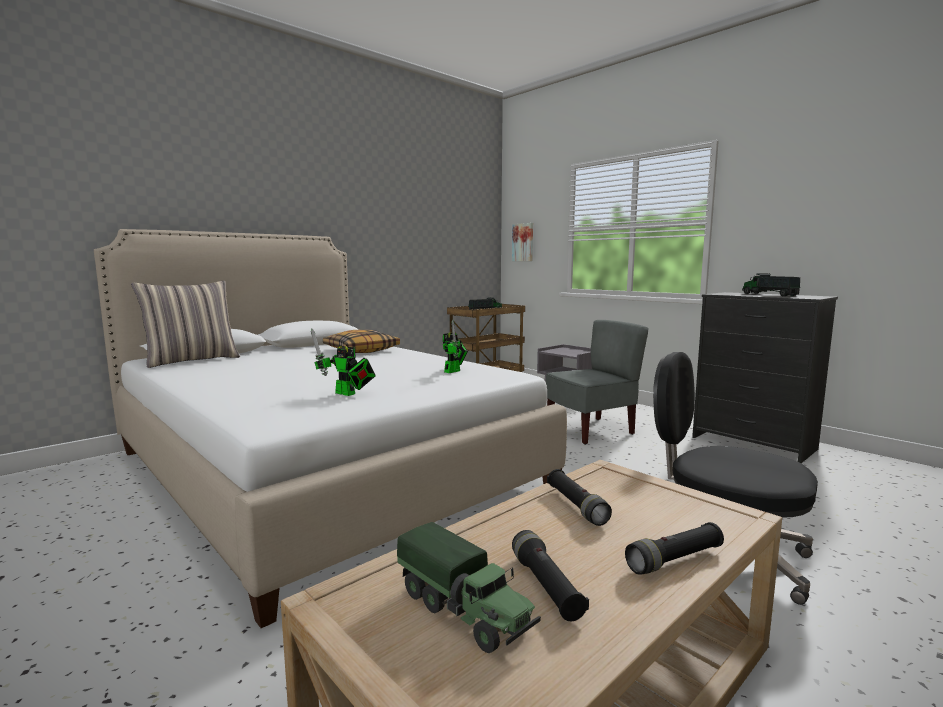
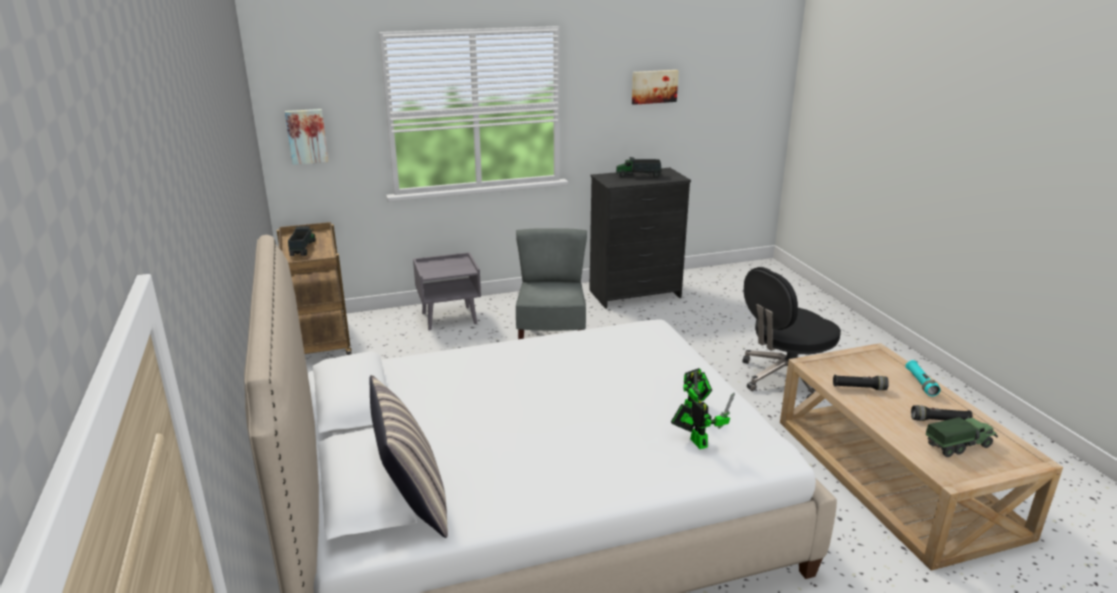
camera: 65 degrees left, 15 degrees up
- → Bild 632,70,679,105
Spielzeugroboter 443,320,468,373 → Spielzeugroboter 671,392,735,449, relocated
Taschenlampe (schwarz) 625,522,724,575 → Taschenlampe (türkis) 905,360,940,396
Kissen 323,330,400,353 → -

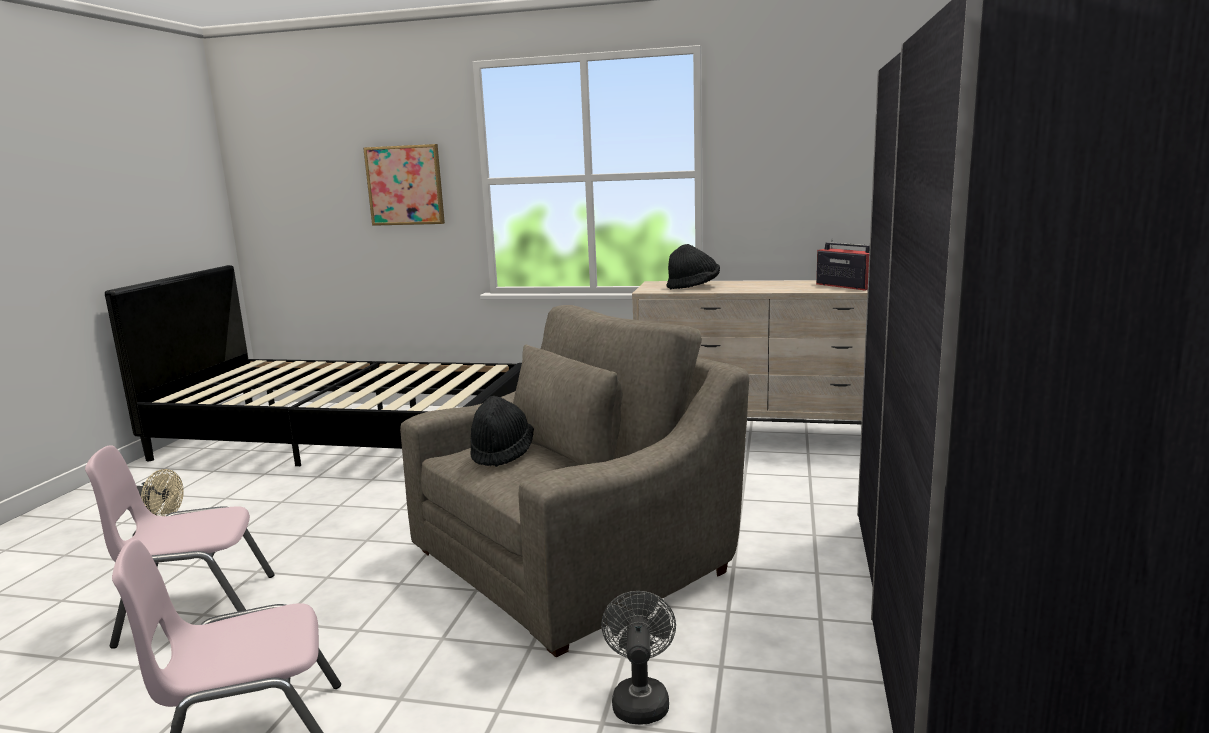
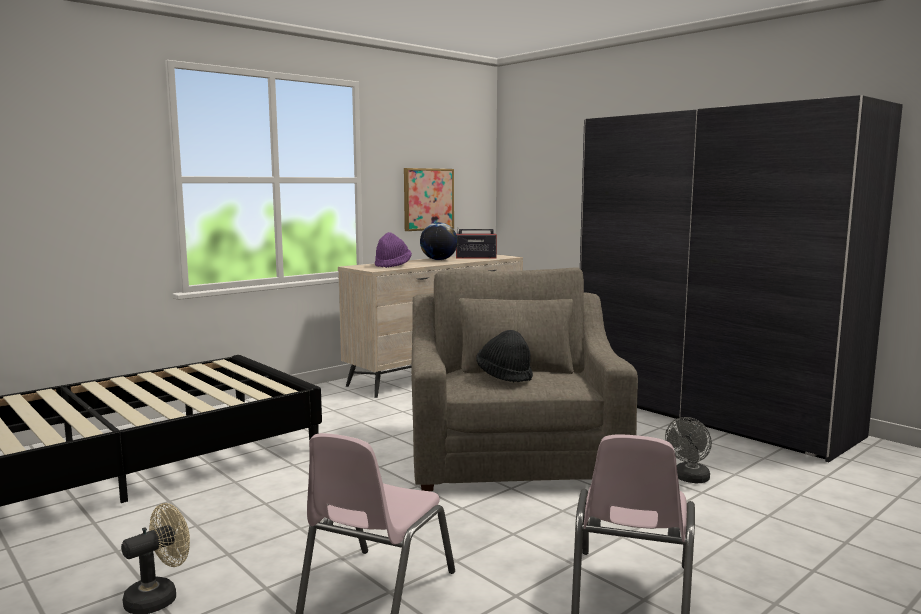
camera: 55 degrees left, 5 degrees down
Hut (schwarz) 667,244,720,289 → Hut (lila) 375,232,412,268
Bild 363,144,445,226 → Bild 404,168,454,231, relocated
- → Globus 420,222,458,260
Ventilator (grau) 601,591,676,725 → Ventilator (grau) 665,417,712,483, 90 degrees counterclockwise

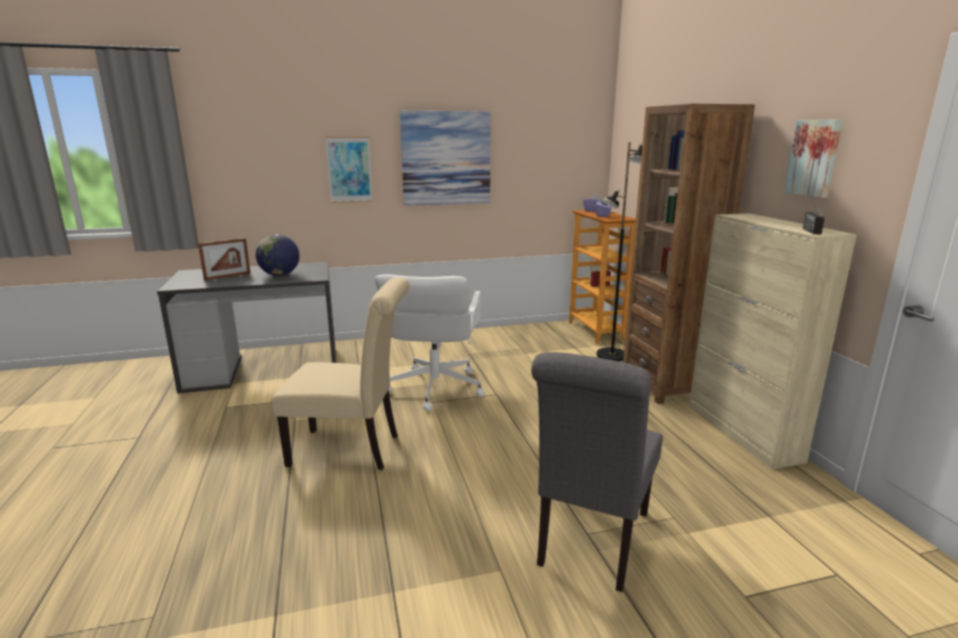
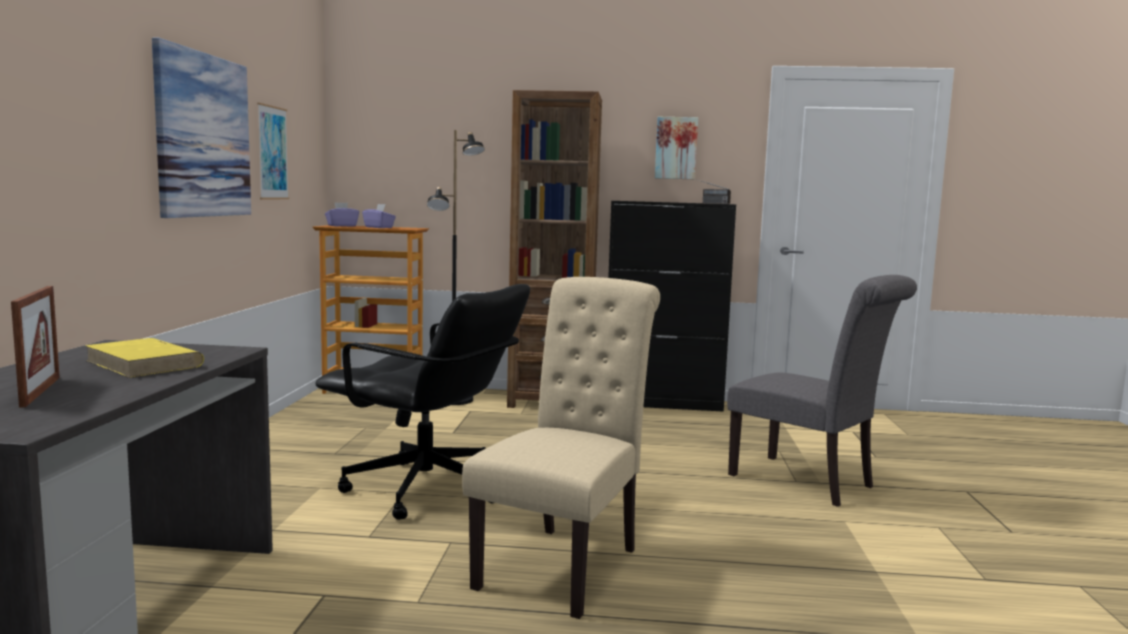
camera: 70 degrees left, 10 degrees down
Globus 256,234,299,276 → Buch (gelb) 85,338,204,378
Bild 325,137,373,203 → Bild 257,103,289,199, relocated
Bürostuhl (weiß) 375,274,485,411 → Bürostuhl (schwarz) 315,284,530,520
Schrank (beige) 689,213,857,469 → Schrank (schwarz) 608,201,736,412

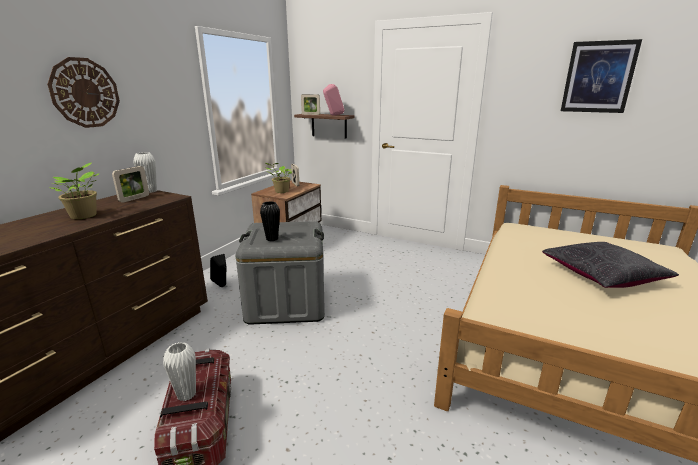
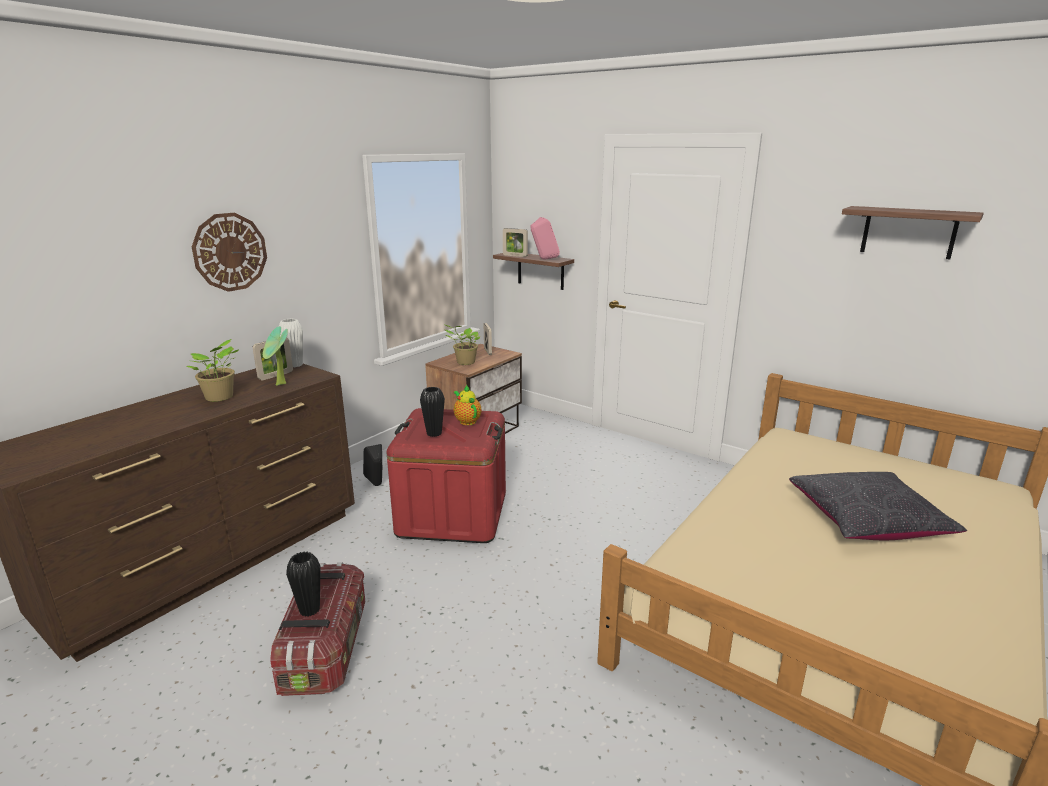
camera: 10 degrees right, 0 degrees up
- → Topfpflanze 263,326,288,386
Vase (weiß) 163,342,196,401 → Vase (schwarz) 286,552,321,617
Aufbewahrungsbox (grau) 235,221,325,325 → Aufbewahrungsbox (rot) 387,408,506,543
- → Teekanne 454,384,481,425
Bild 561,39,642,113 → Wandregal 842,206,984,260

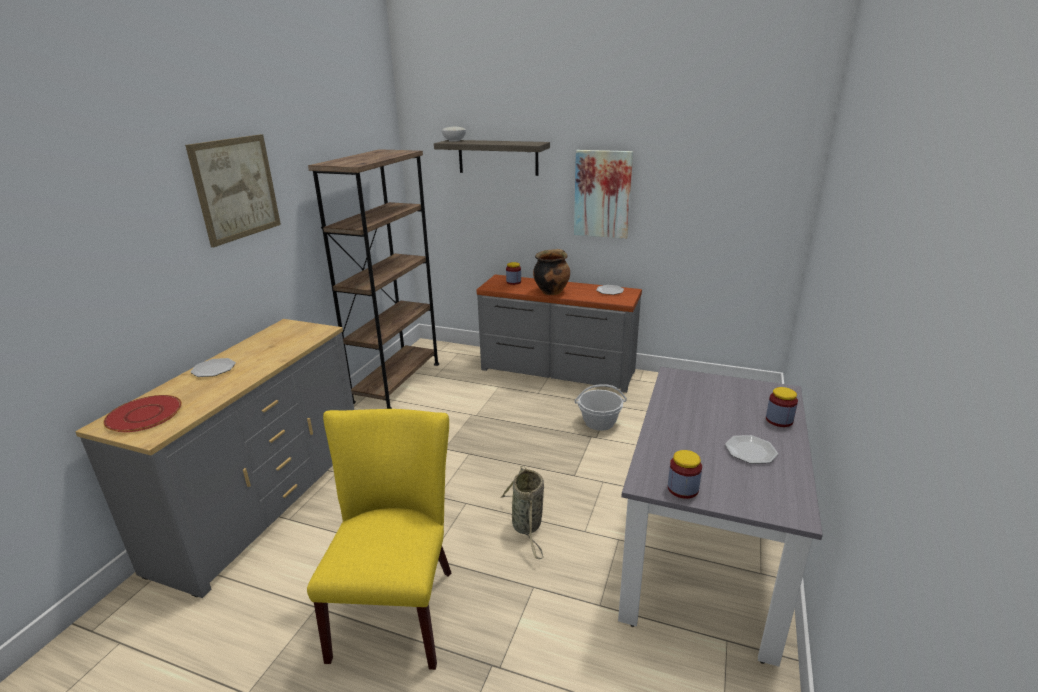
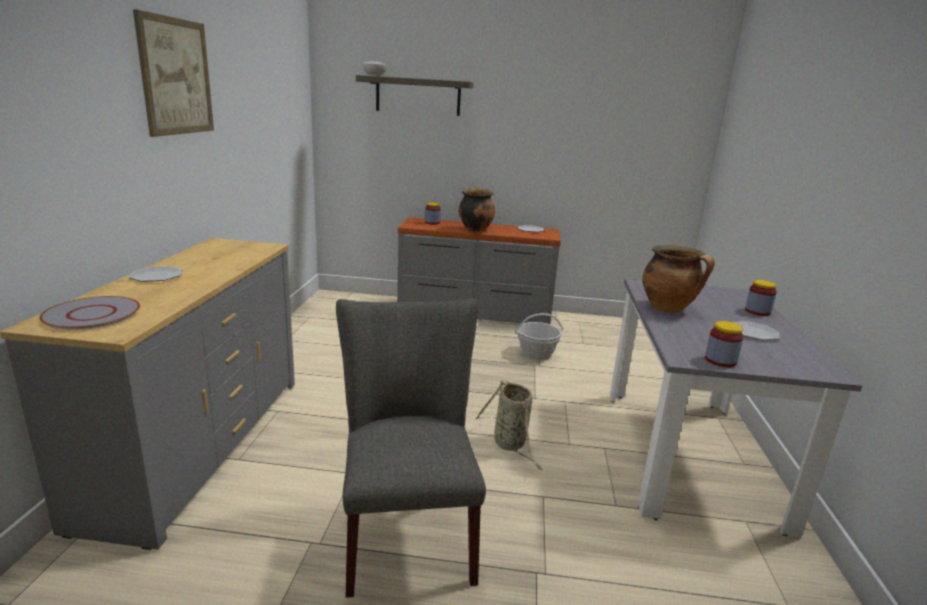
camera: 15 degrees left, 5 degrees down
Teller (rot) 103,395,182,432 → Teller (grau) 39,296,140,330
Stuhl (gelb) 307,409,452,670 → Stuhl (grau) 336,299,486,598
- → Kochtopf 643,245,715,313
Bücherregal (braun) 308,149,439,409 → -
Bild 574,150,633,239 → -

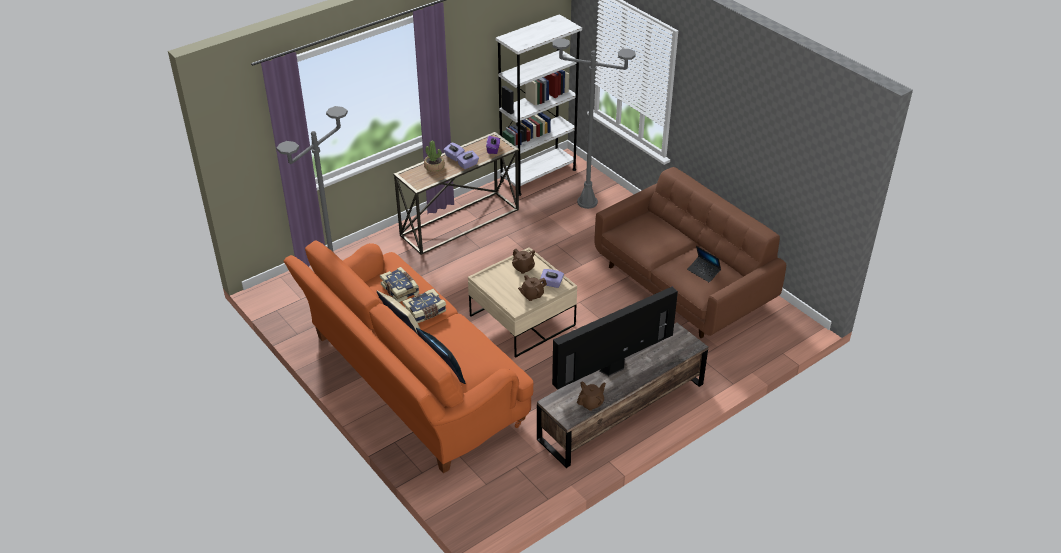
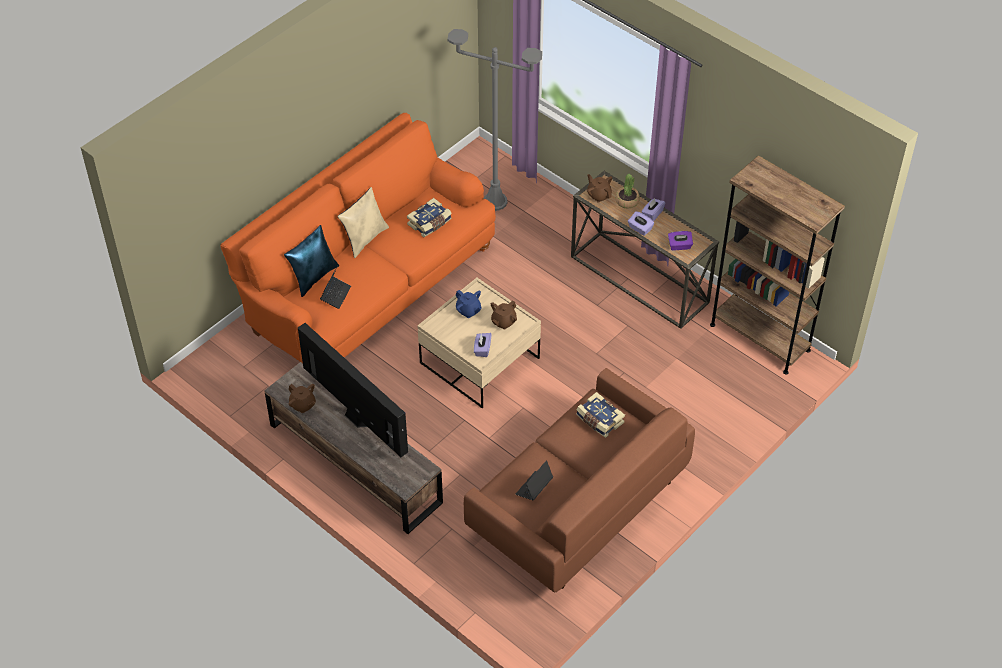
camera: 80 degrees right, 10 degrees up
- → Laptop 320,265,351,309
- → Teekanne (blau) 456,290,482,318
Buch 402,289,447,323 → Buch 576,392,625,438, relocated
Teekanne (braun) 518,275,547,301 → Teekanne (braun) 587,174,612,203, relocated
Bücherregal (weiß) 495,14,582,196 → Bücherregal (braun) 710,155,845,374
Stehlampe (grau) 553,38,636,209 → -

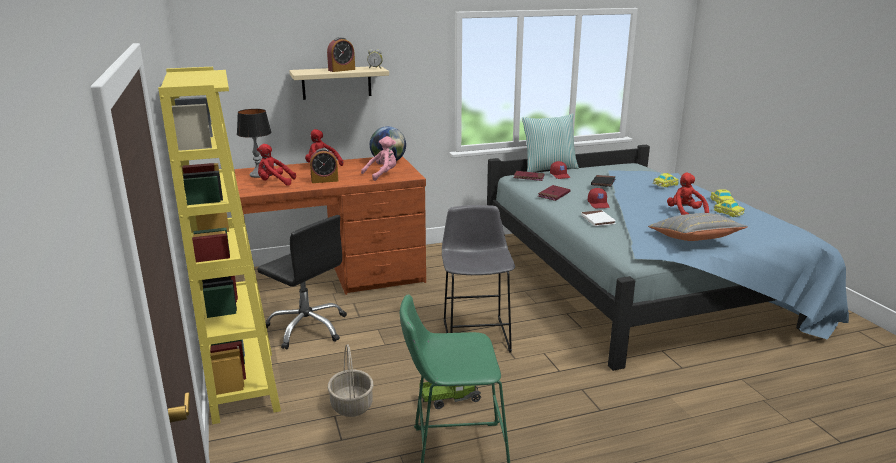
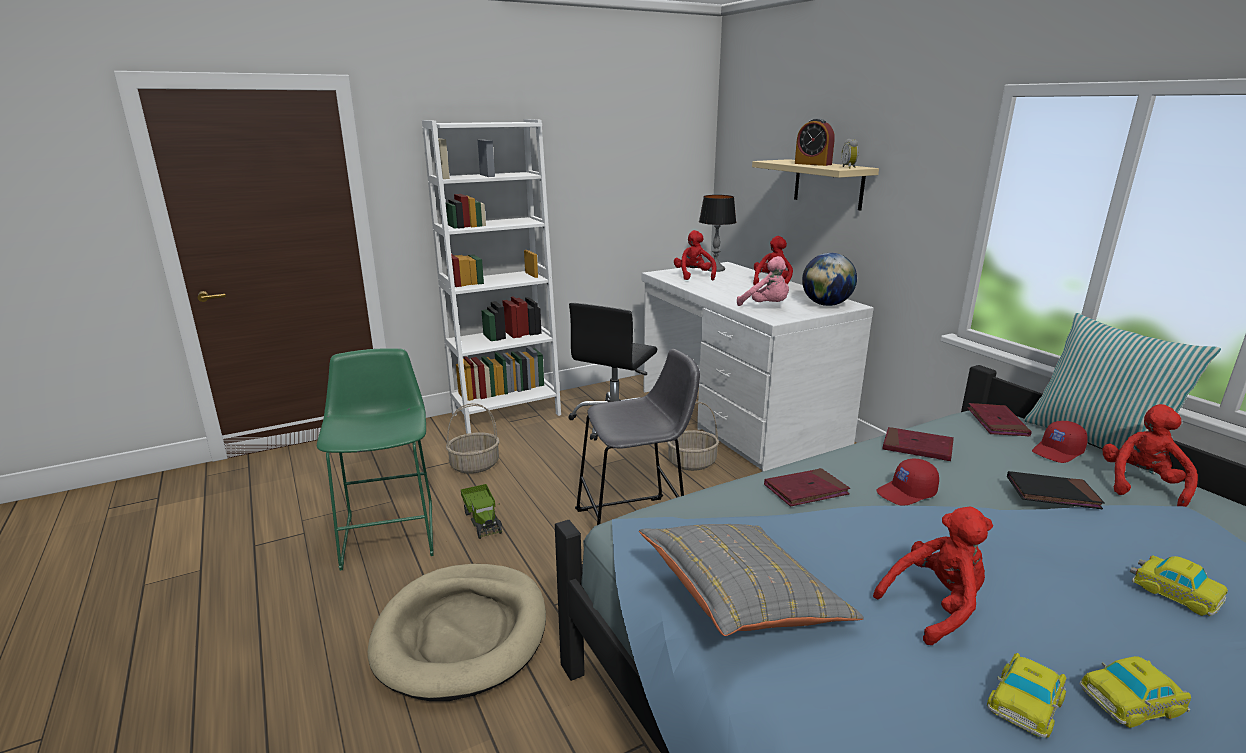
camera: 80 degrees right, 0 degrees up
- → Hundebett (beige) 368,564,546,701
Bücherregal (gelb) 158,67,281,424 → Bücherregal (weiß) 422,119,561,434
Schreibtisch (braun) 235,156,426,295 → Schreibtisch (weiß) 641,262,874,472
- → Korb 667,401,719,471
Buch (weiß) 581,210,616,226 → Buch (rot) 764,468,850,506
- → Plüschtier (rot) 1102,404,1198,507
Wecker 310,148,338,183 → -

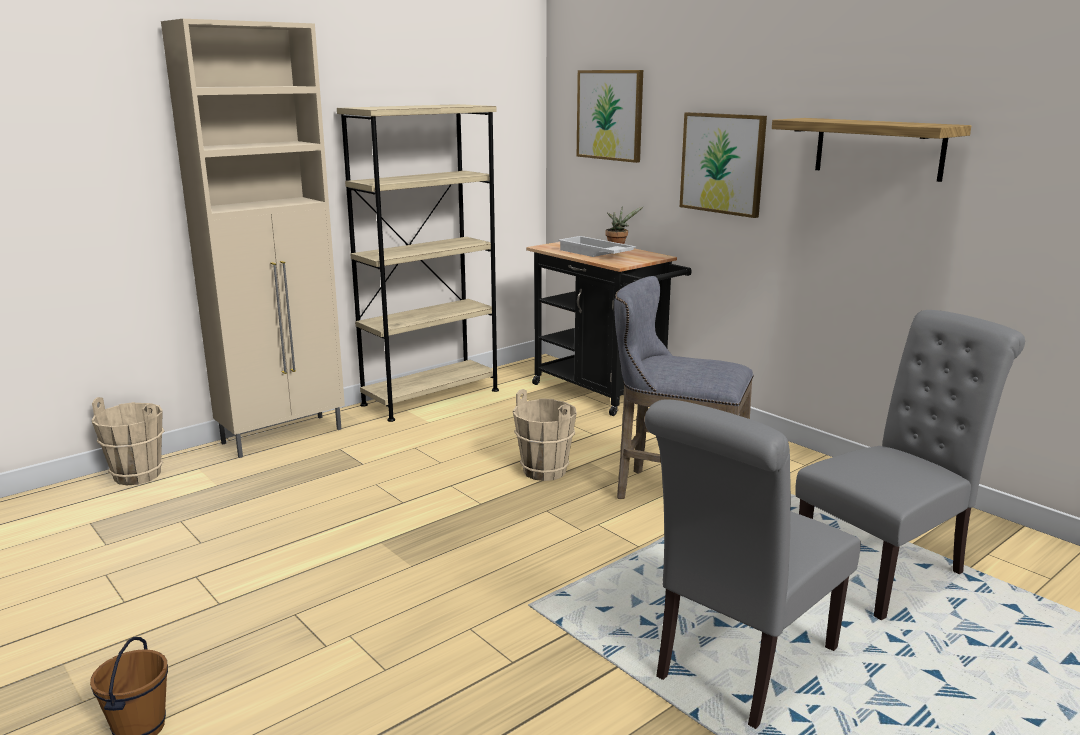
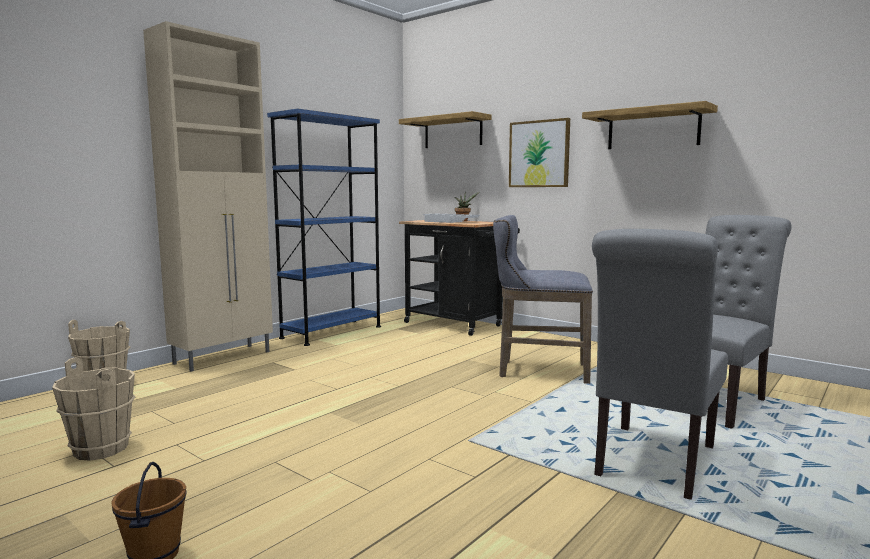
camera: 10 degrees left, 10 degrees down
Eimer (beige) 513,389,577,481 → Eimer (beige) 52,357,135,461, relocated
Bücherregal (beige) 337,104,499,422 → Bücherregal (blau) 267,109,381,346
Bild 577,70,643,163 → Wandregal 399,111,491,148

